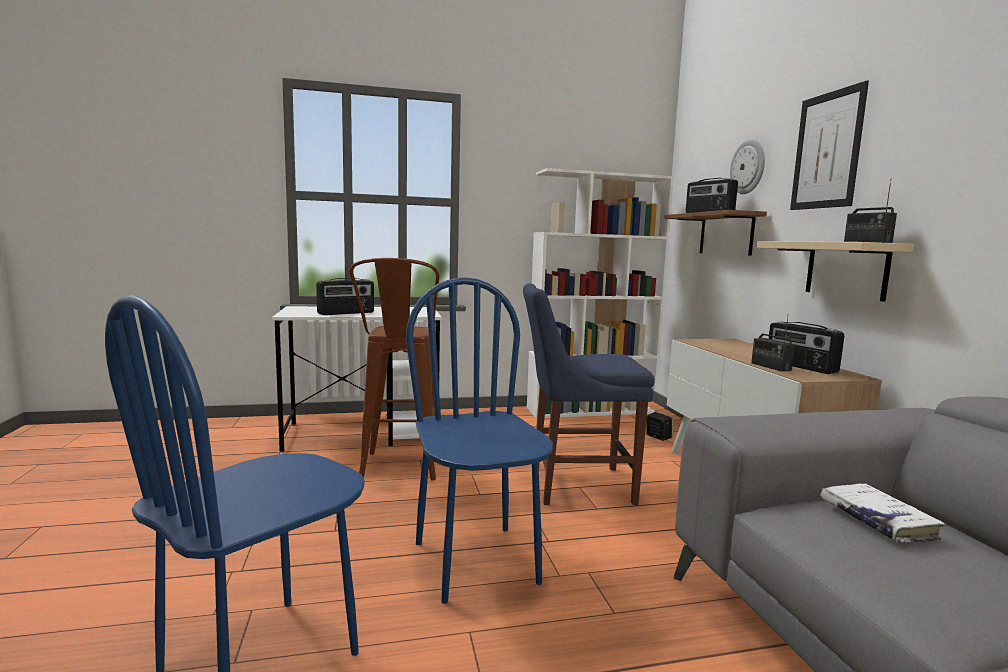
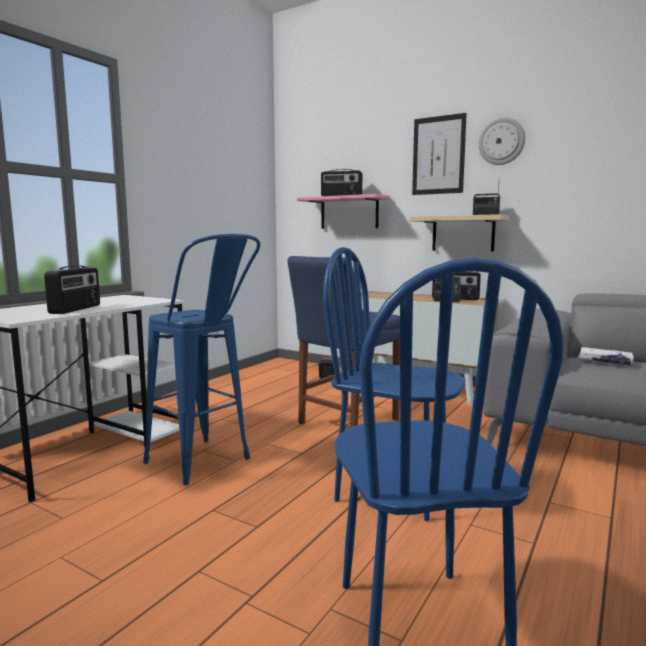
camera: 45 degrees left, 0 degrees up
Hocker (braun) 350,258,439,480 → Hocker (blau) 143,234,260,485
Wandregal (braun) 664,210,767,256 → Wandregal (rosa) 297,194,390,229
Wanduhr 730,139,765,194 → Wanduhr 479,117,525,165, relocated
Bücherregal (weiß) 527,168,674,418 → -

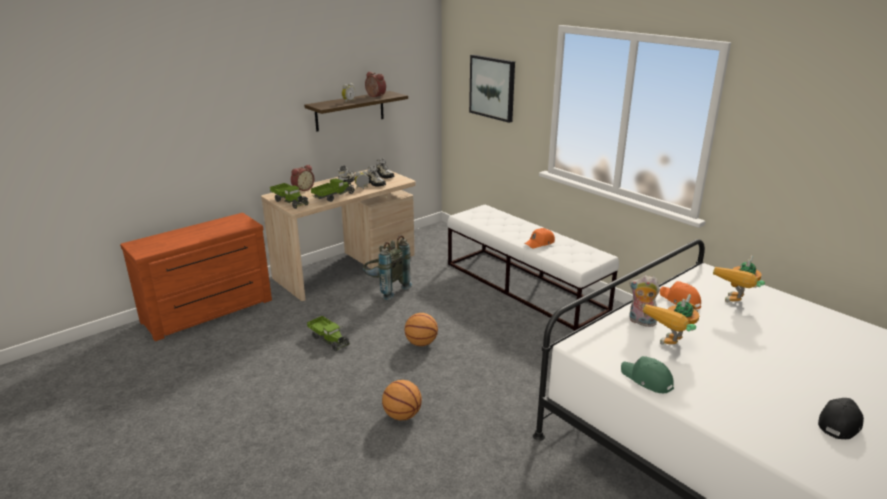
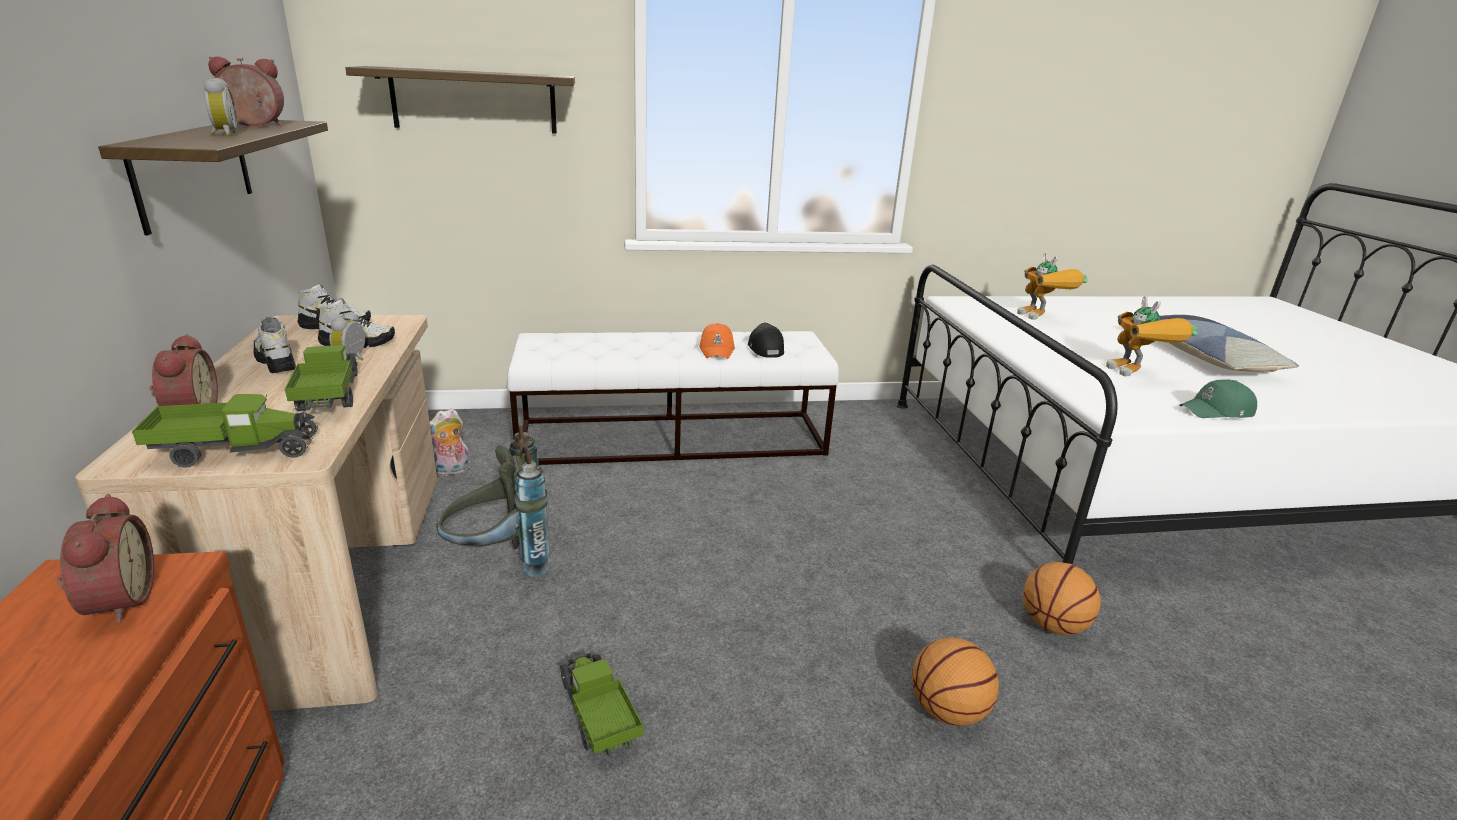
camera: 60 degrees left, 0 degrees up
- → Wecker 57,494,154,623
Bild 469,55,515,123 → Wandregal 345,66,575,134
Plüschtier 629,275,660,327 → Plüschtier 430,408,470,476, relocated
Spielzeuglaster 307,316,349,351 → Spielzeuglaster 559,653,643,759, 105 degrees counterclockwise
Kappe (schwarz) 818,398,864,439 → Kappe (schwarz) 748,322,784,358, relocated
Basketball 404,313,438,346 → Basketball 1023,562,1101,635, relocated
- → Kissen 1159,315,1299,372
Kappe (orange) 660,281,701,309 → -

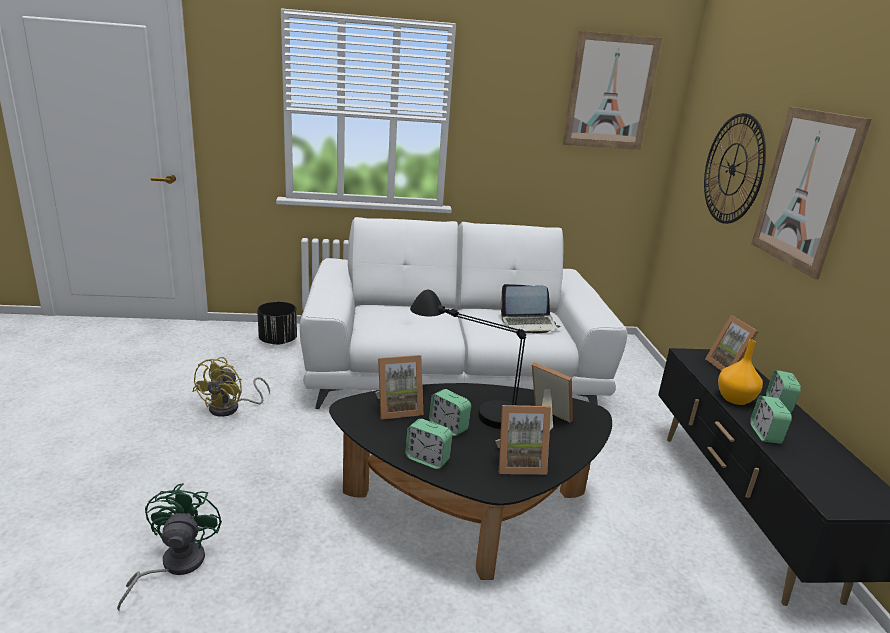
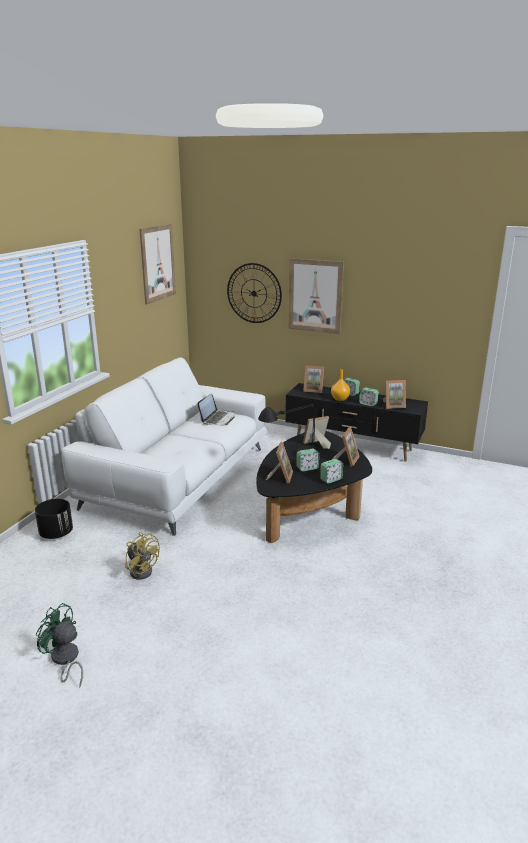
camera: 60 degrees left, 0 degrees up
Ventilator (grün) 117,483,222,610 → Ventilator (grün) 36,603,83,688, relocated
- → Bilderrahmen 383,380,406,409

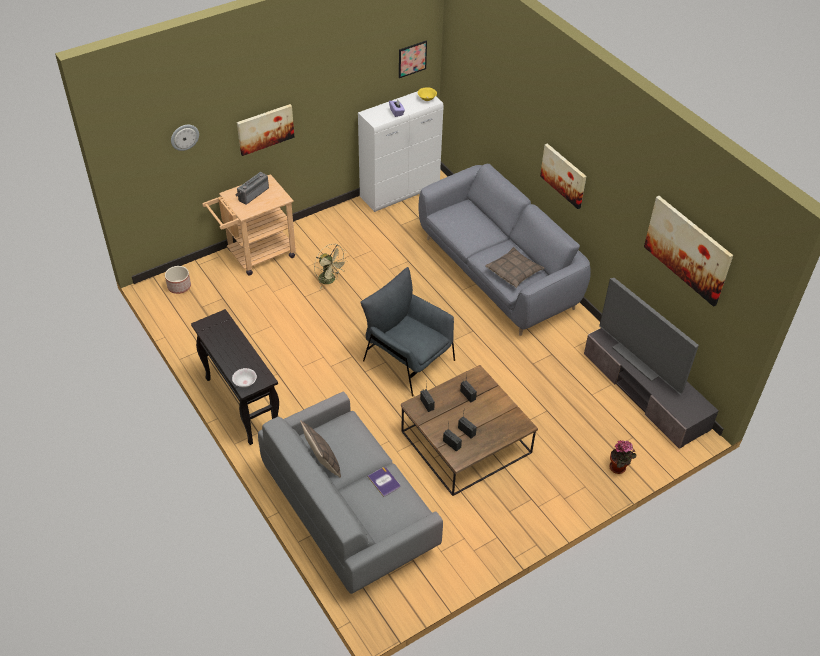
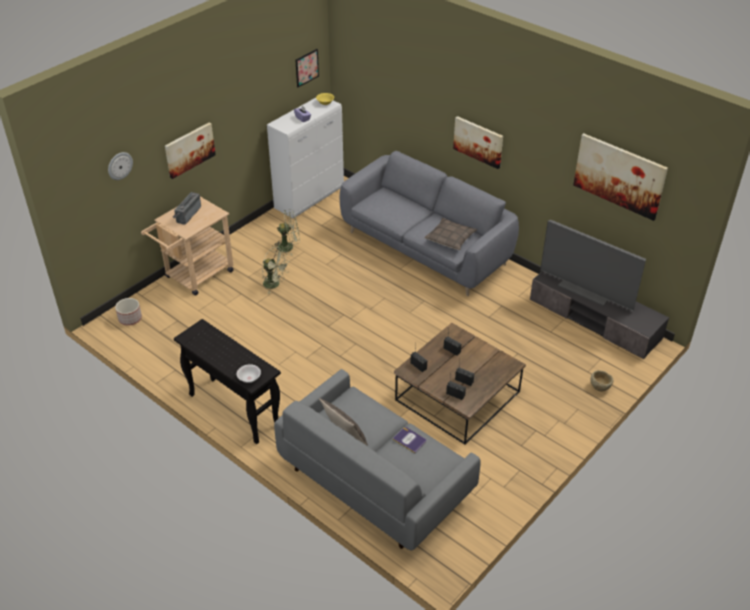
camera: 15 degrees left, 5 degrees down
- → Ventilator (grün) 272,209,299,256
Topfpflanze 609,440,636,474 → Schüssel (beige) 590,370,613,392
Sessel (grau) 360,267,455,396 → -

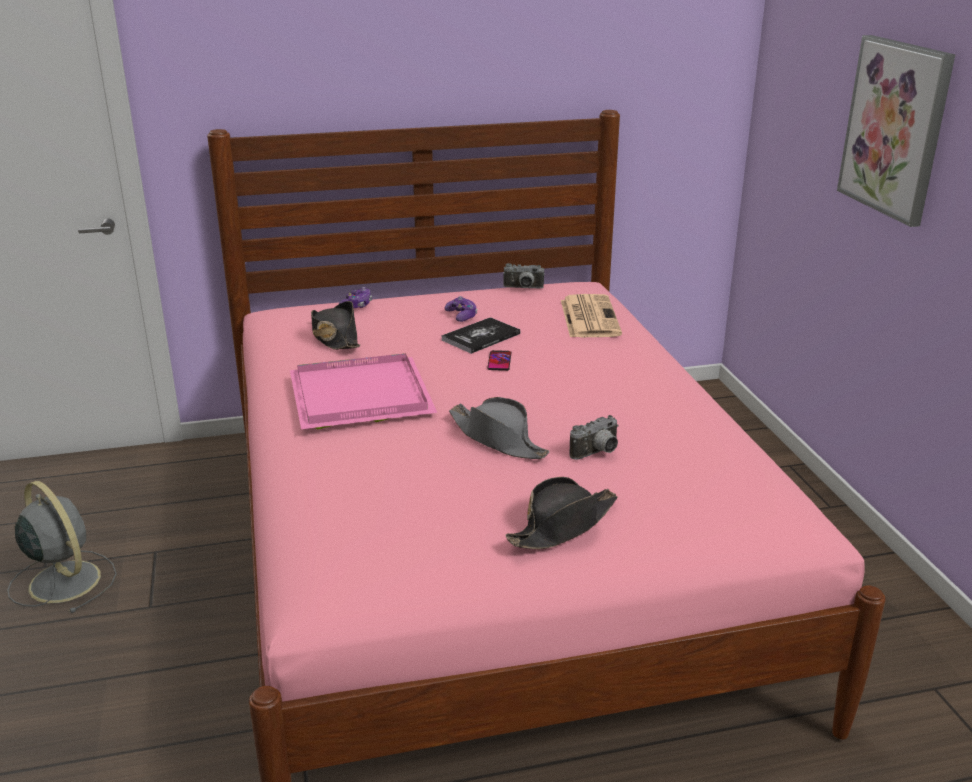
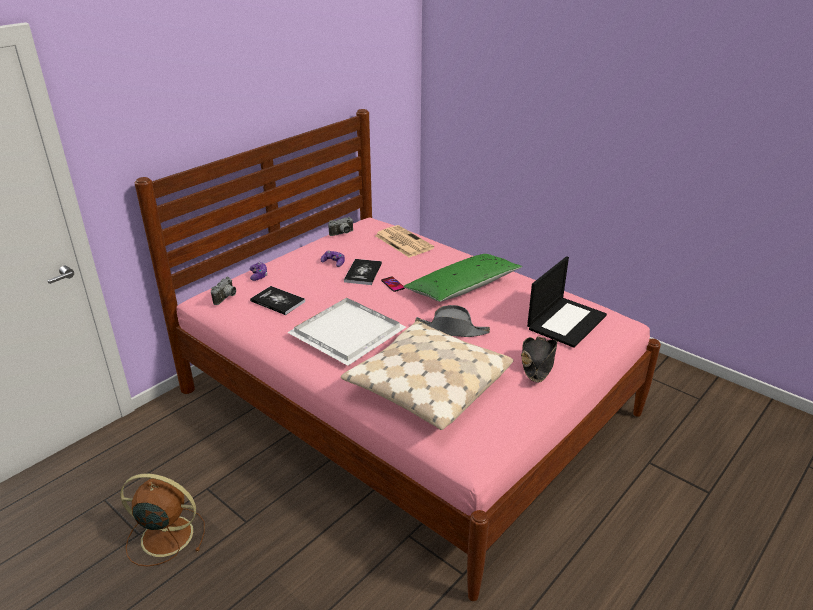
camera: 35 degrees left, 5 degrees up
Ventilator (grau) 7,481,116,613 → Ventilator (braun) 120,473,205,566
Kamera 570,415,619,460 → Kamera 211,277,236,305, relocated
Hut (schwarz) 311,301,360,350 → Buch 250,286,305,315
Tablett (rosa) 290,353,437,430 → Tablett (weiß) 287,298,406,366
- → Kissen (beige) 341,321,513,430
- → Kissen (grün) 403,254,522,302
- → Laptop 527,256,607,348
Bild 837,35,955,227 → -

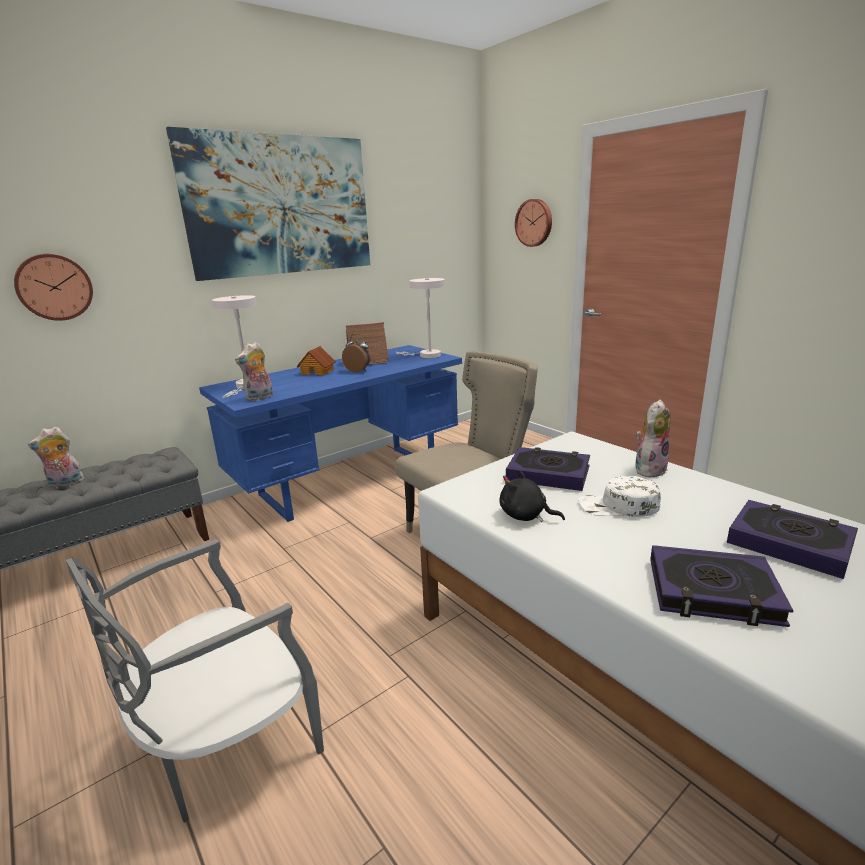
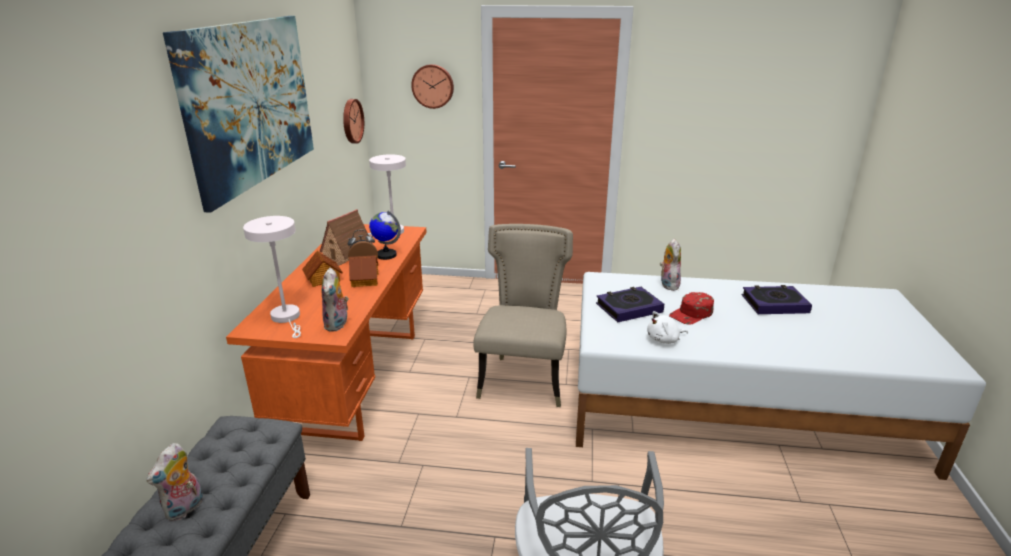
camera: 45 degrees left, 5 degrees up
Schreibtisch (blau) 199,345,462,522 → Schreibtisch (orange) 226,224,427,441
Wanduhr 14,254,93,321 → Wanduhr 343,99,364,143, relocated
- → Spielzeughaus 348,255,378,287
- → Globus 369,211,401,260
Plüschtier (schwarz) 500,470,565,522 → Plüschtier (weiß) 647,311,688,344
Kappe (weiß) 579,476,661,517 → Kappe (rot) 669,292,714,325
Buch 650,545,794,627 → -

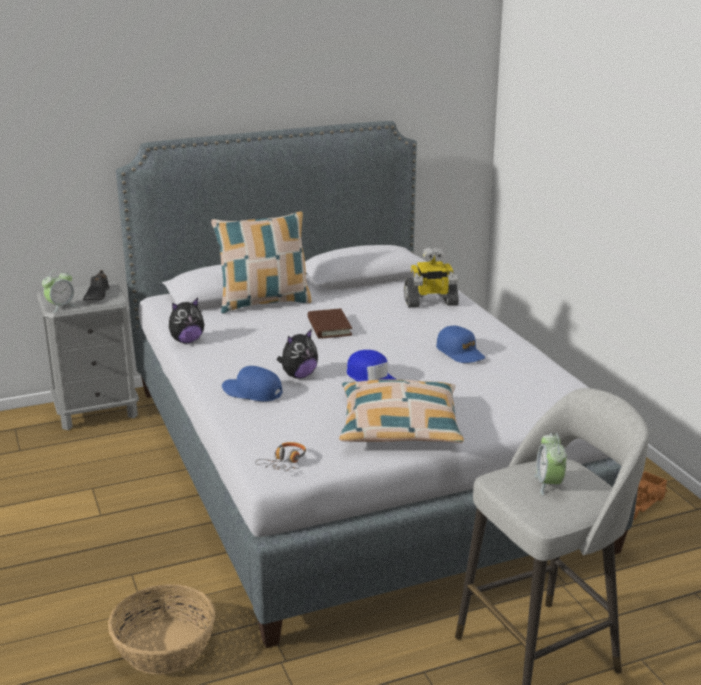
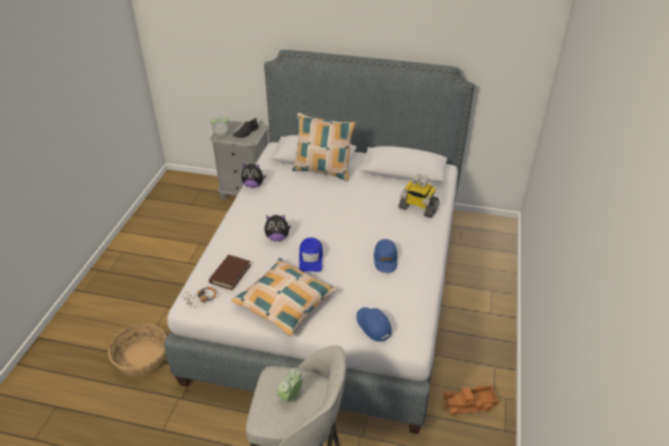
camera: 35 degrees right, 15 degrees up
Buch (braun) 308,308,352,339 → Buch (braun) 209,255,251,290, relocated
Kappe (blau) 222,366,283,402 → Kappe (blau) 356,307,392,342, relocated

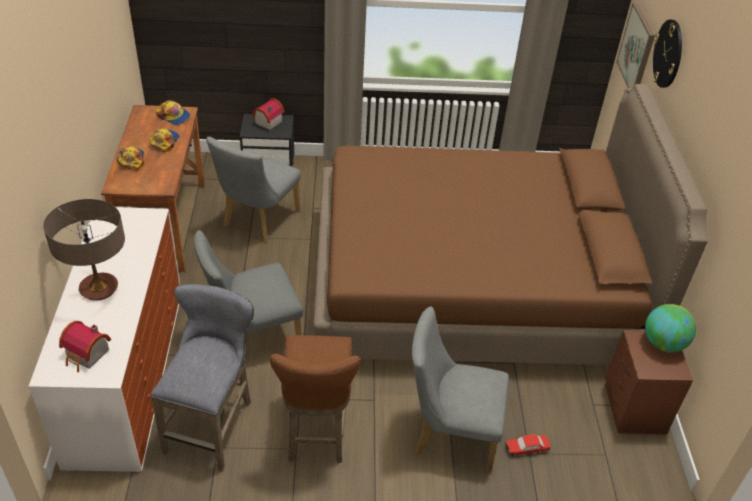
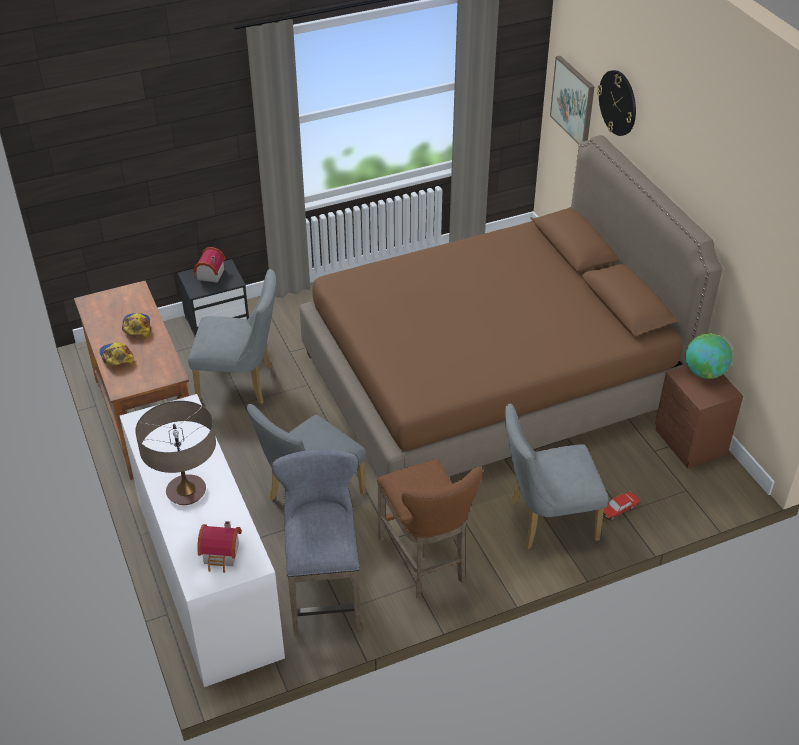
camera: 20 degrees left, 0 degrees up
Stuhl (grau) 206,137,301,242 → Stuhl (grau) 188,269,276,404, 90 degrees counterclockwise
Kappe 156,100,190,125 → -

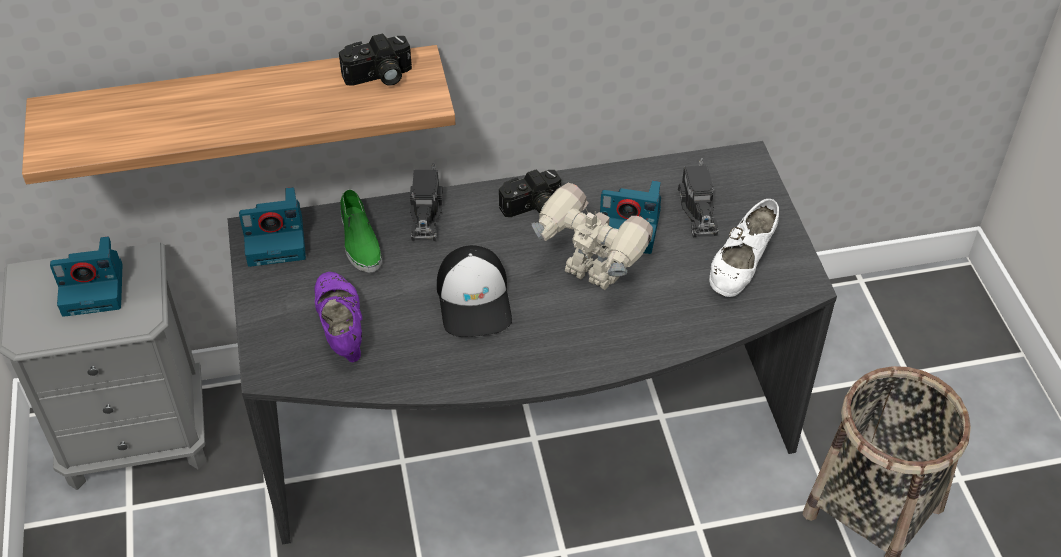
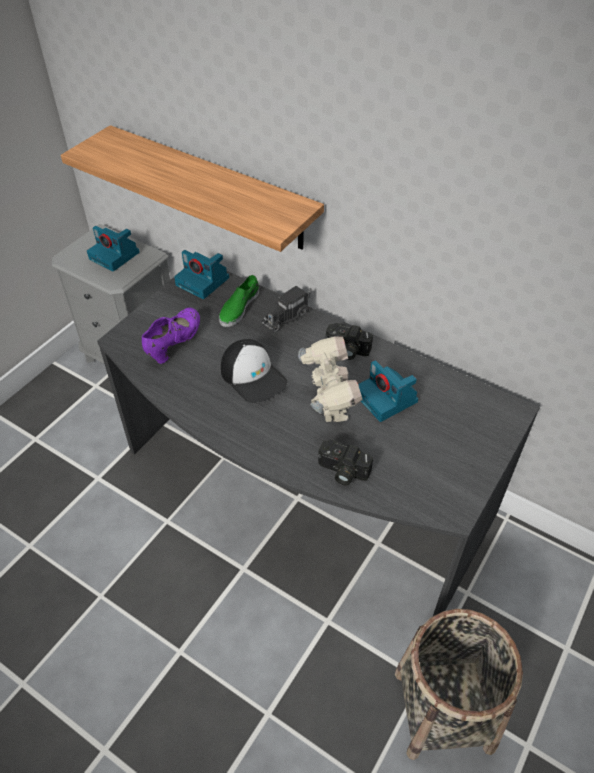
camera: 45 degrees right, 0 degrees up
Kappe 437,245,512,337 → Kappe 221,339,288,403, 75 degrees counterclockwise
Kamera 339,33,412,86 → Kamera 318,440,373,486, relocated
Spielzeuglaster 678,158,719,237 → -
Schuh (weiß) 709,199,779,297 → -

